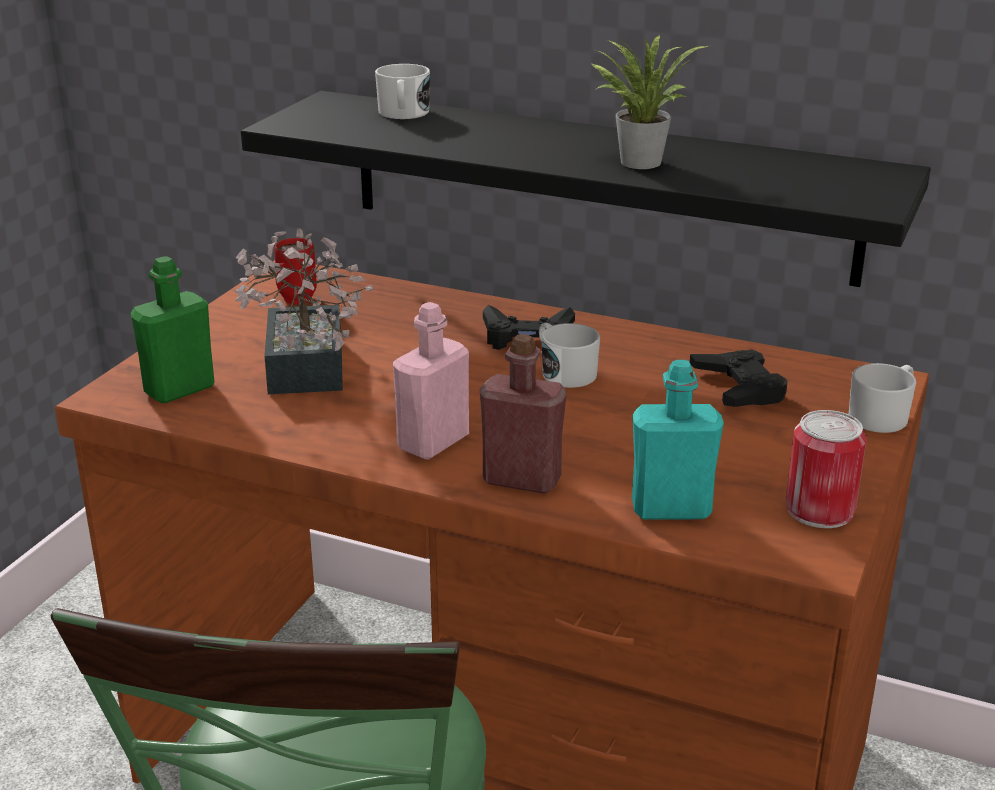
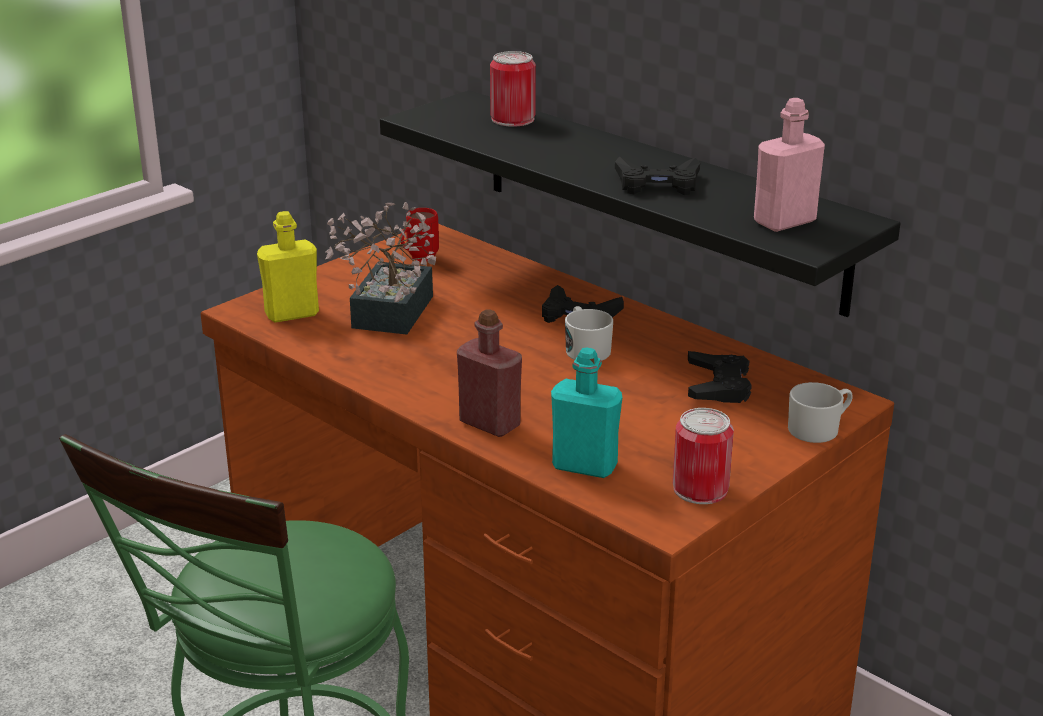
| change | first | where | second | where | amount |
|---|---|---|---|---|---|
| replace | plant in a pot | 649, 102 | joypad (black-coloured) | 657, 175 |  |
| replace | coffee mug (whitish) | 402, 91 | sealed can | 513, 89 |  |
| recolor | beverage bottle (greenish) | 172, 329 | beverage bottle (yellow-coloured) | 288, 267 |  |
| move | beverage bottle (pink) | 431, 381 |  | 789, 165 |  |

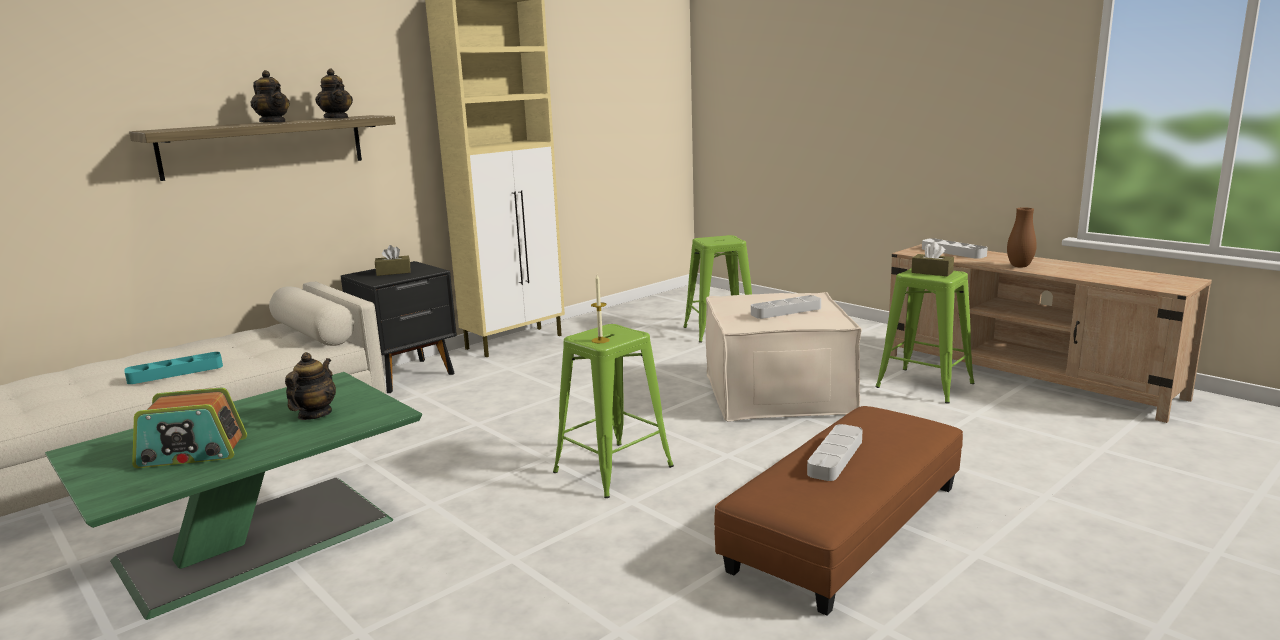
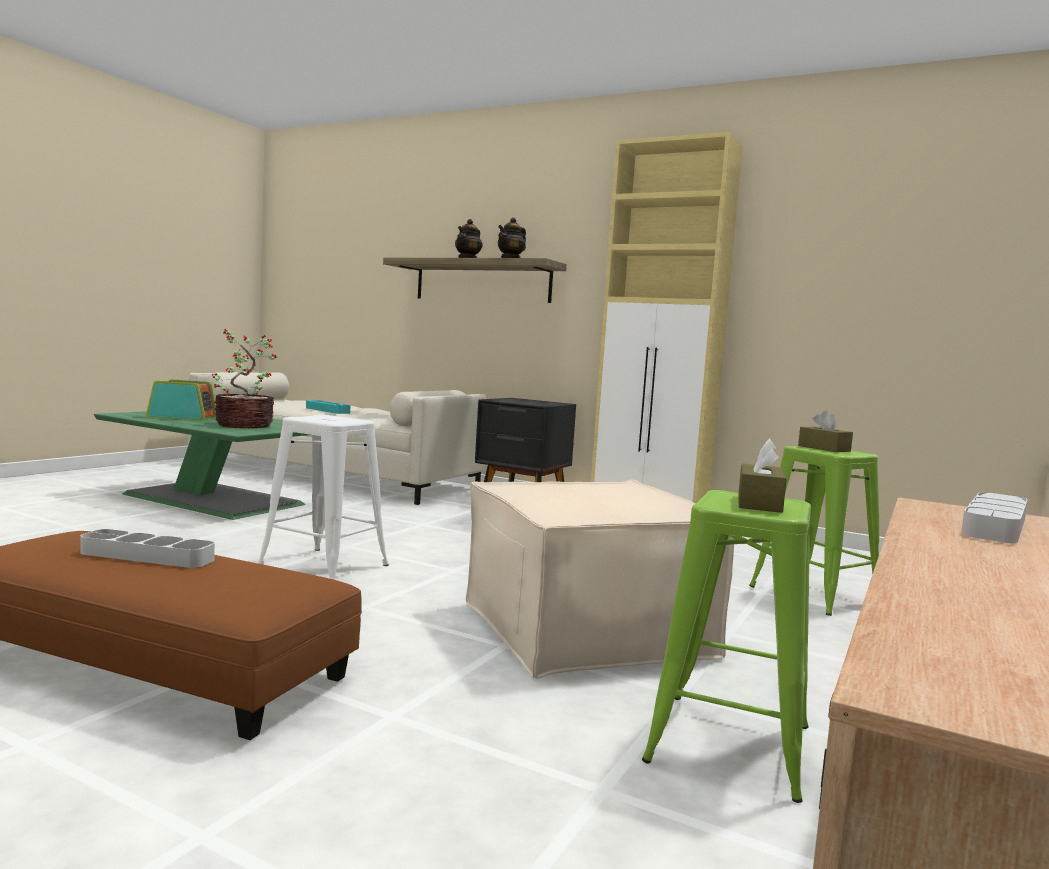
| change | first | where | second | where | amount |
|---|---|---|---|---|---|
| delete | flower vase (brown) | 1022, 237 |  |  |  |
| move | box of tissues (brown) | 393, 260 |  | 825, 431 |  |
| delete | wax candle | 600, 308 |  |  |  |
| delete | carrying tray (grey) | 786, 307 |  |  |  |
| recolor | stool (greenish) | 613, 411 | stool (whitish) | 323, 497 |  |
| replace | pot for tea | 310, 386 | plant in a pot | 244, 378 |  |
| rotate | radio set | 189, 427 |  | 181, 400 | 120 degrees clockwise |

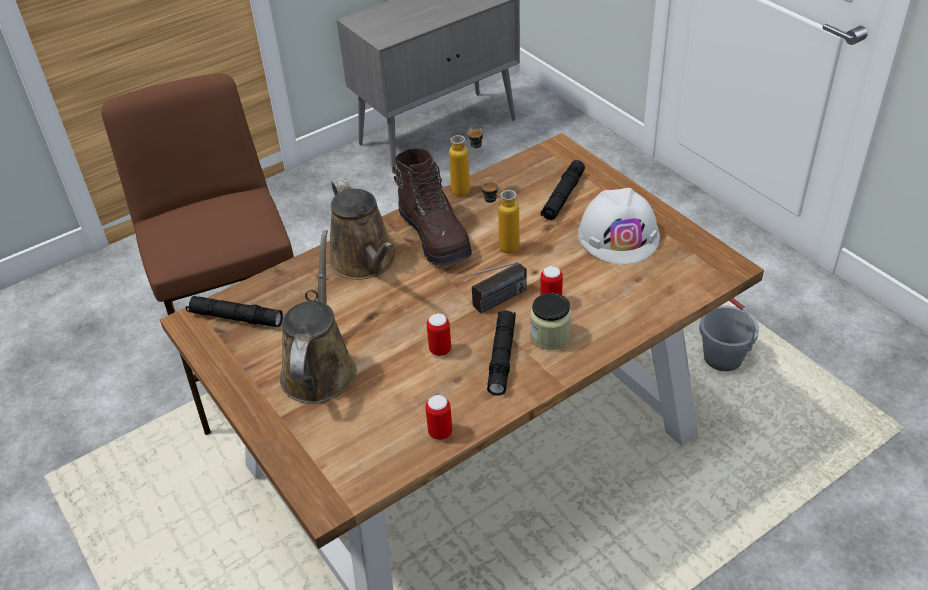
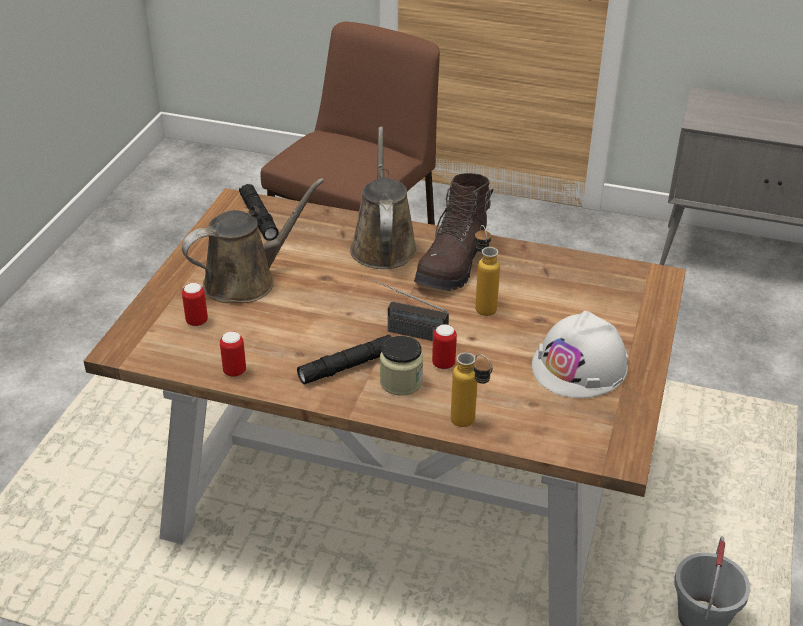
| change | first | where | second | where | amount |
|---|---|---|---|---|---|
| move | beverage bottle | 466, 160 |  | 472, 389 |  |
| delete | hand torch (black-coloured) | 562, 190 |  |  |  |
| rotate | watering pot (brown) | 362, 228 |  | 383, 198 | 150 degrees clockwise |
| move | sealed can | 439, 334 |  | 195, 304 |  |

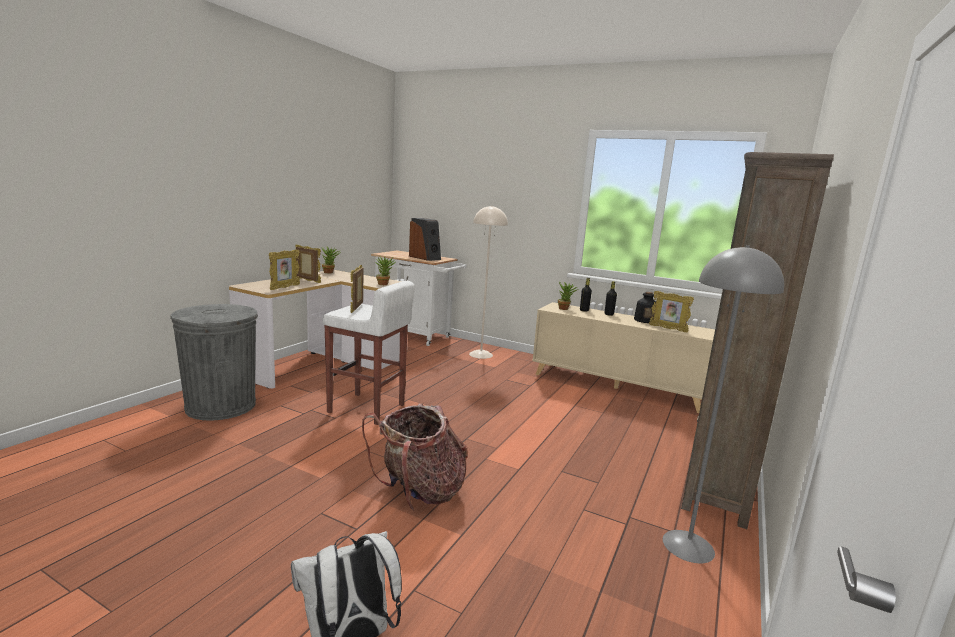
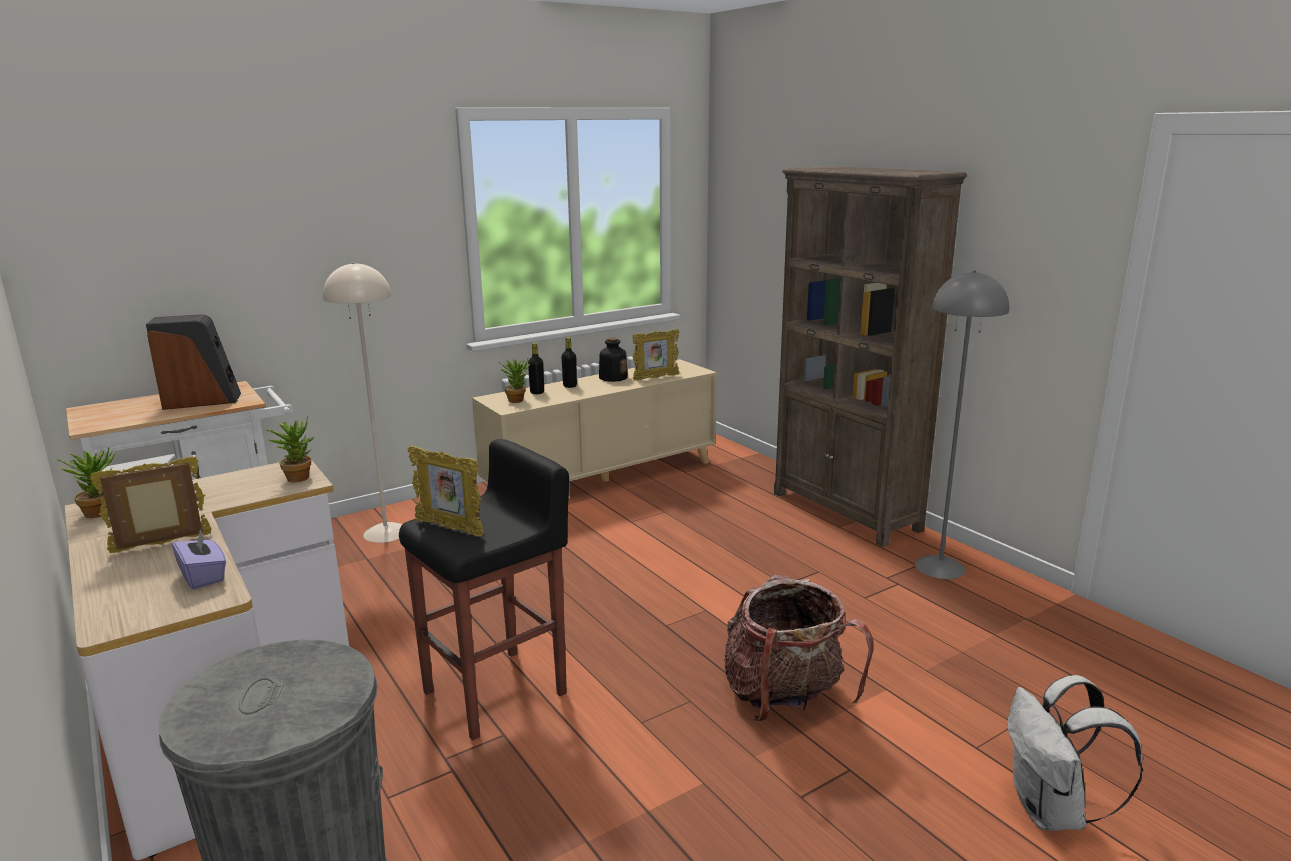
| change | first | where | second | where | amount |
|---|---|---|---|---|---|
| replace | standing frame | 284, 269 | box of tissues (purple) | 199, 559 |  |
| recolor | stool (whitish) | 368, 353 | stool (black-coloured) | 484, 590 |  |

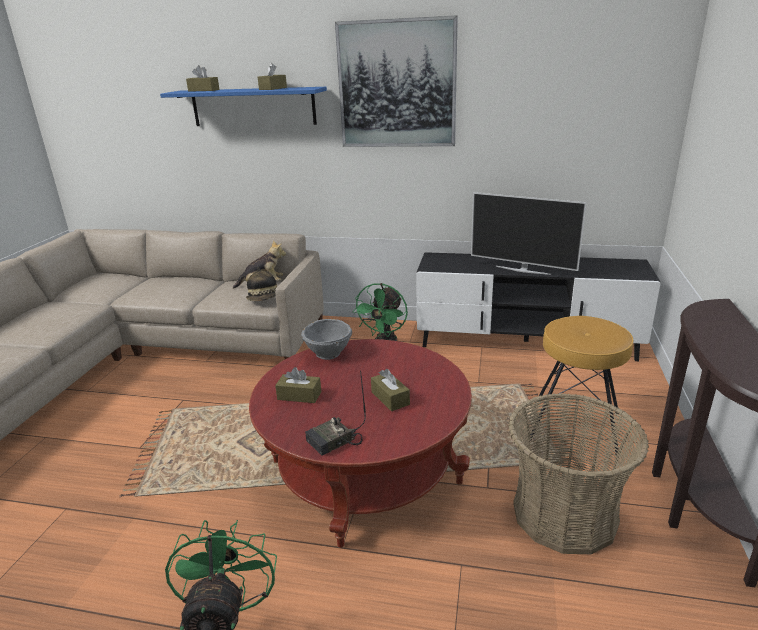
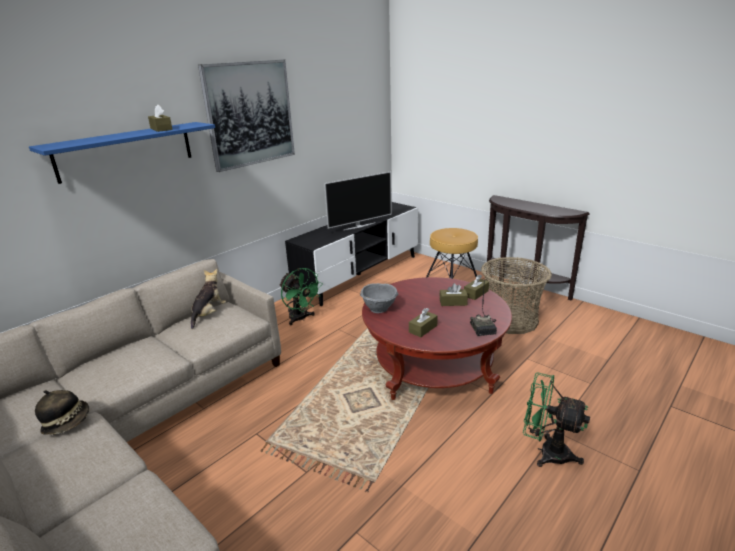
| change | first | where | second | where | amount |
|---|---|---|---|---|---|
| move | box of tissues (brown) | 203, 78 |  | 476, 287 |  |
| move | clothing hat | 261, 284 |  | 62, 412 |  |

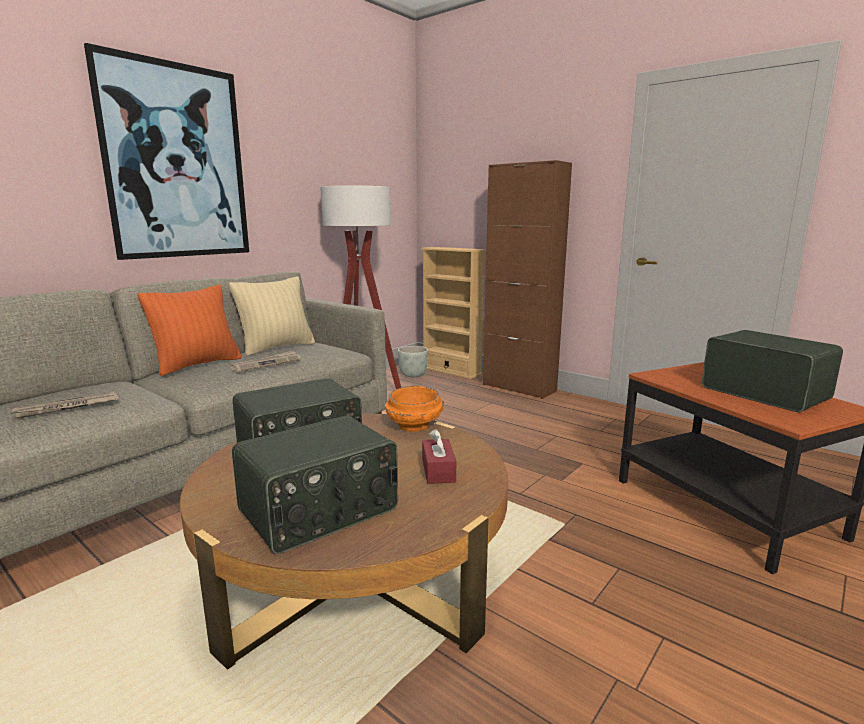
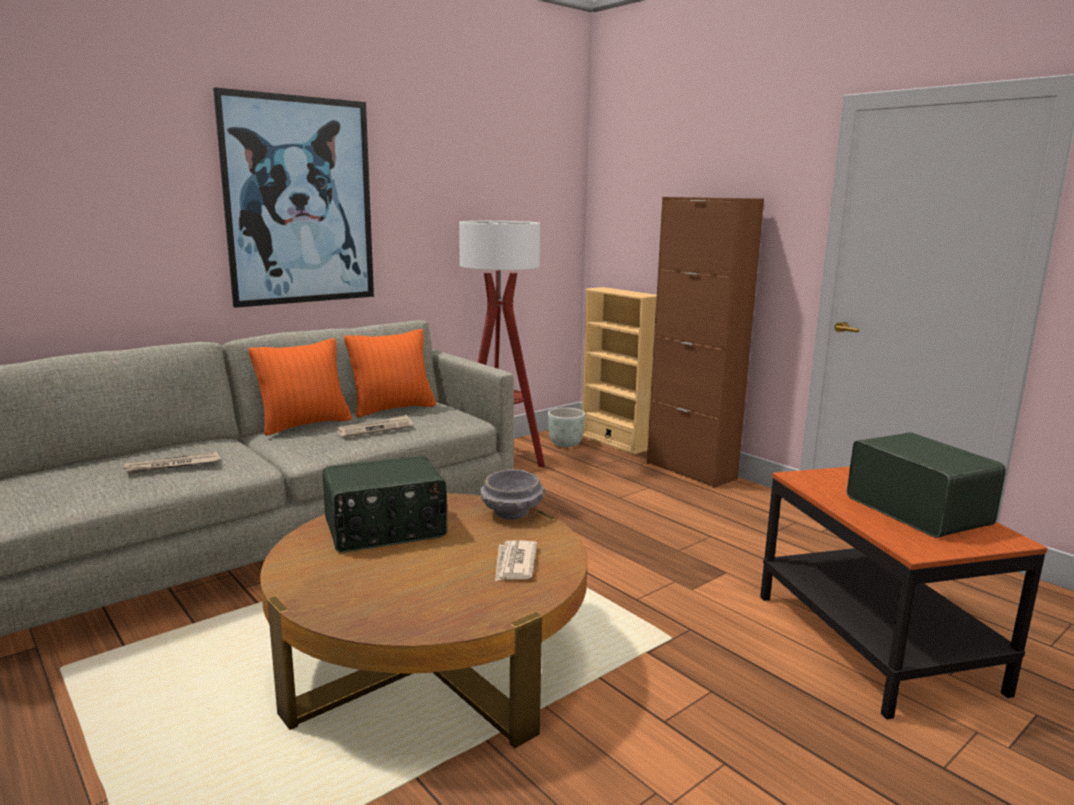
| change | first | where | second | where | amount |
|---|---|---|---|---|---|
| recolor | pillow (sand-coloured) | 272, 316 | pillow (orangey) | 390, 373 |  |
| recolor | bowl (orangey) | 414, 409 | bowl (grey) | 512, 494 |  |
| delete | radio set | 315, 484 |  |  |  |
| replace | box of tissues (reddish) | 439, 456 | printed paper | 516, 560 |  |

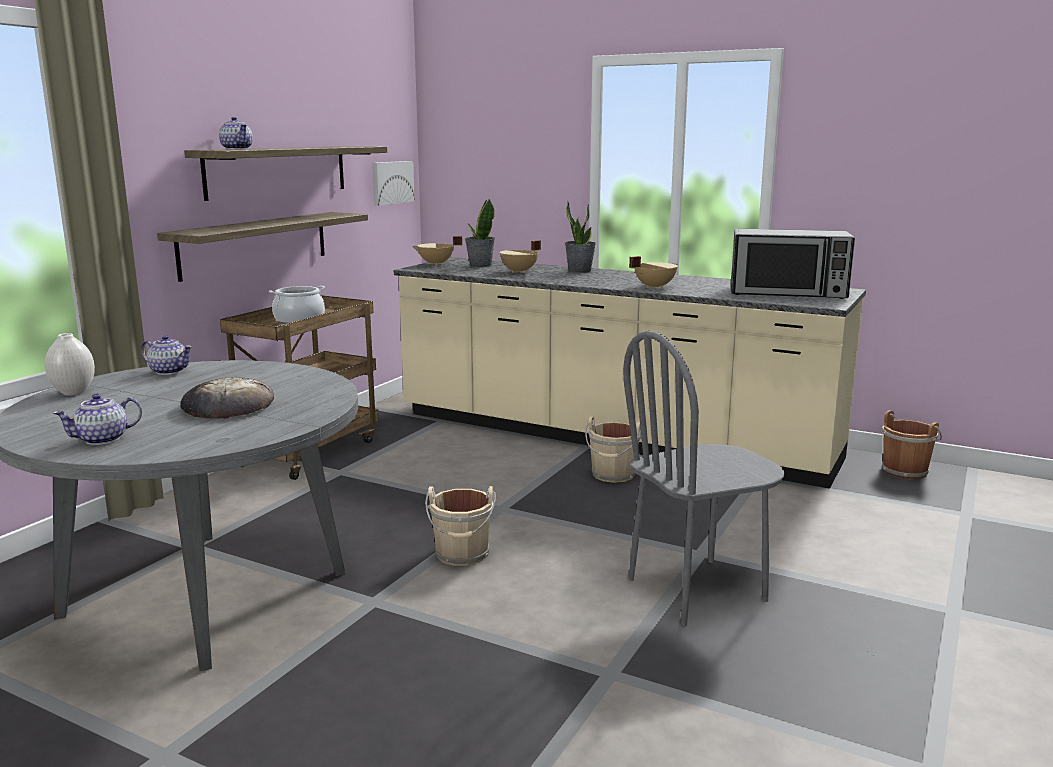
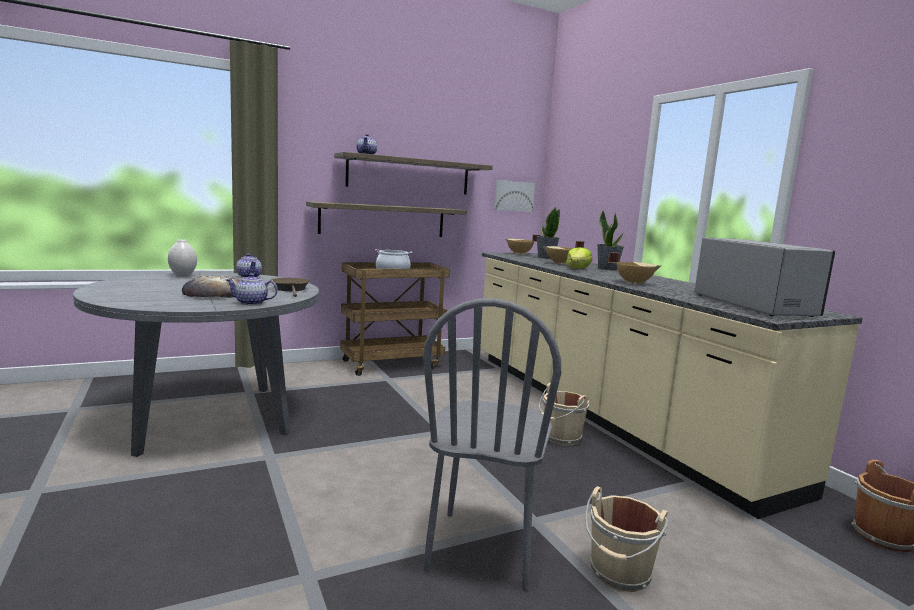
| change | first | where | second | where | amount |
|---|---|---|---|---|---|
| rotate | kitchen microwave | 793, 264 |  | 765, 277 | 150 degrees counterclockwise |
| rotate | upright chair (grey) | 704, 478 |  | 492, 444 | 90 degrees counterclockwise |
| move | pot for tea | 97, 419 |  | 252, 289 |  |
| move | water bucket (sand-coloured) | 460, 526 |  | 626, 539 |  |
| insert |  |  | lettuce | 579, 257 |  |
| insert |  |  | pan (brown) | 290, 287 |  |

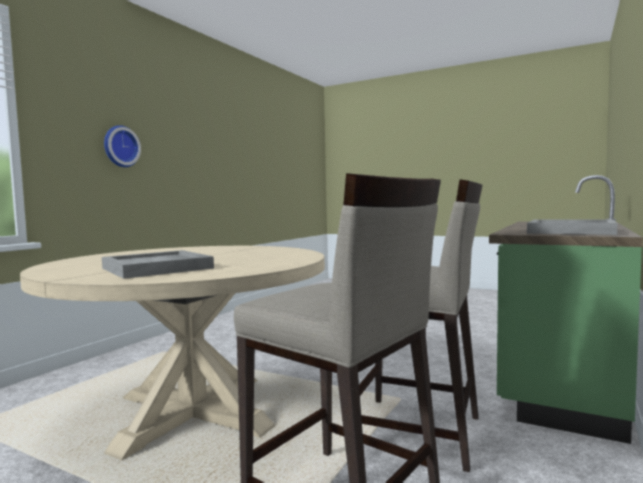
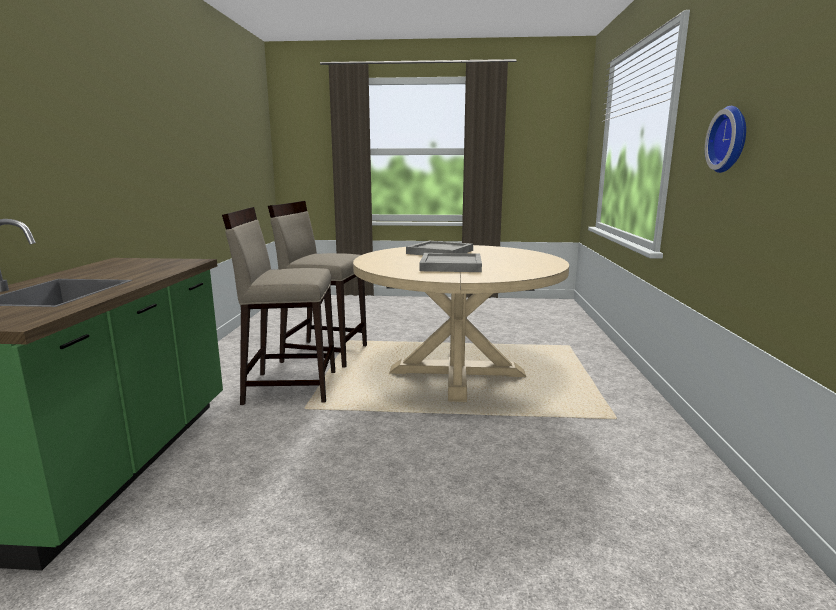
| change | first | where | second | where | amount |
|---|---|---|---|---|---|
| move | carrying tray (grey) | 572, 227 |  | 450, 262 |  |

